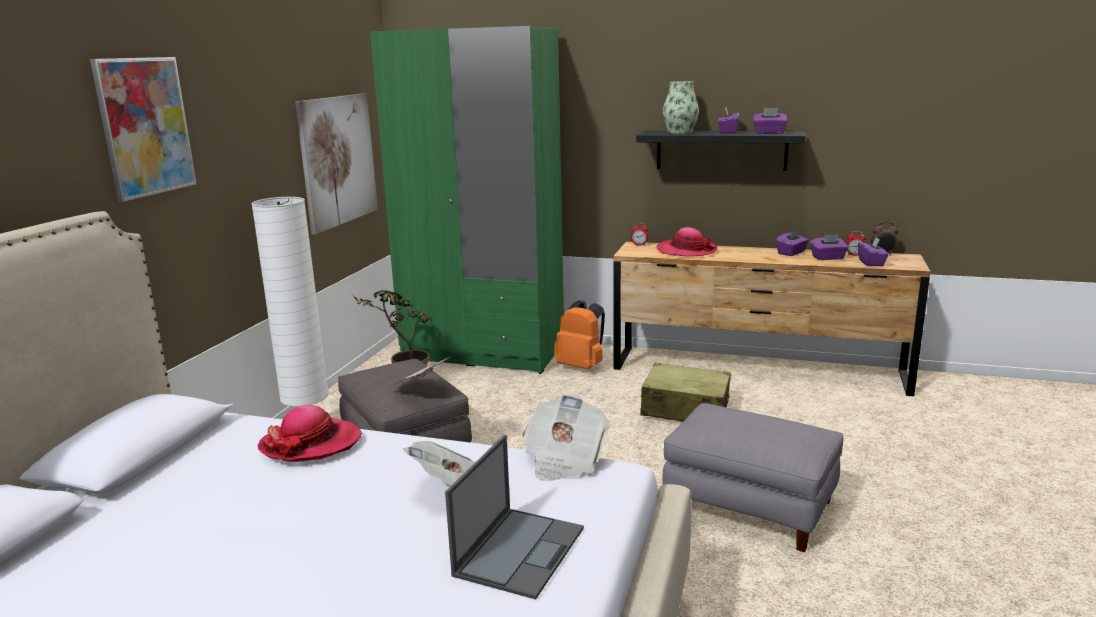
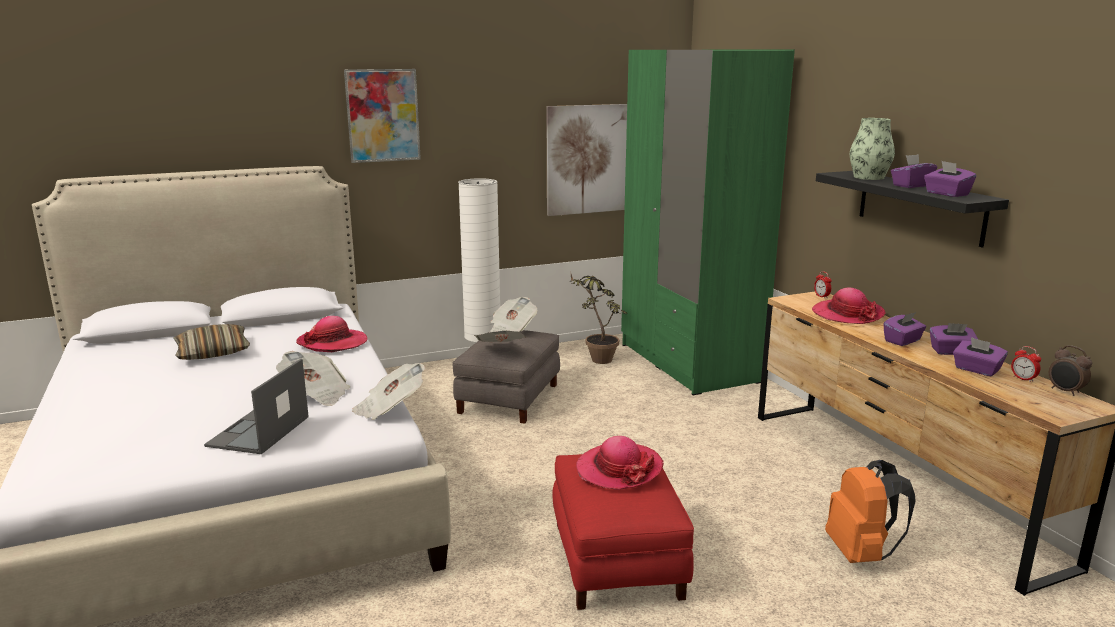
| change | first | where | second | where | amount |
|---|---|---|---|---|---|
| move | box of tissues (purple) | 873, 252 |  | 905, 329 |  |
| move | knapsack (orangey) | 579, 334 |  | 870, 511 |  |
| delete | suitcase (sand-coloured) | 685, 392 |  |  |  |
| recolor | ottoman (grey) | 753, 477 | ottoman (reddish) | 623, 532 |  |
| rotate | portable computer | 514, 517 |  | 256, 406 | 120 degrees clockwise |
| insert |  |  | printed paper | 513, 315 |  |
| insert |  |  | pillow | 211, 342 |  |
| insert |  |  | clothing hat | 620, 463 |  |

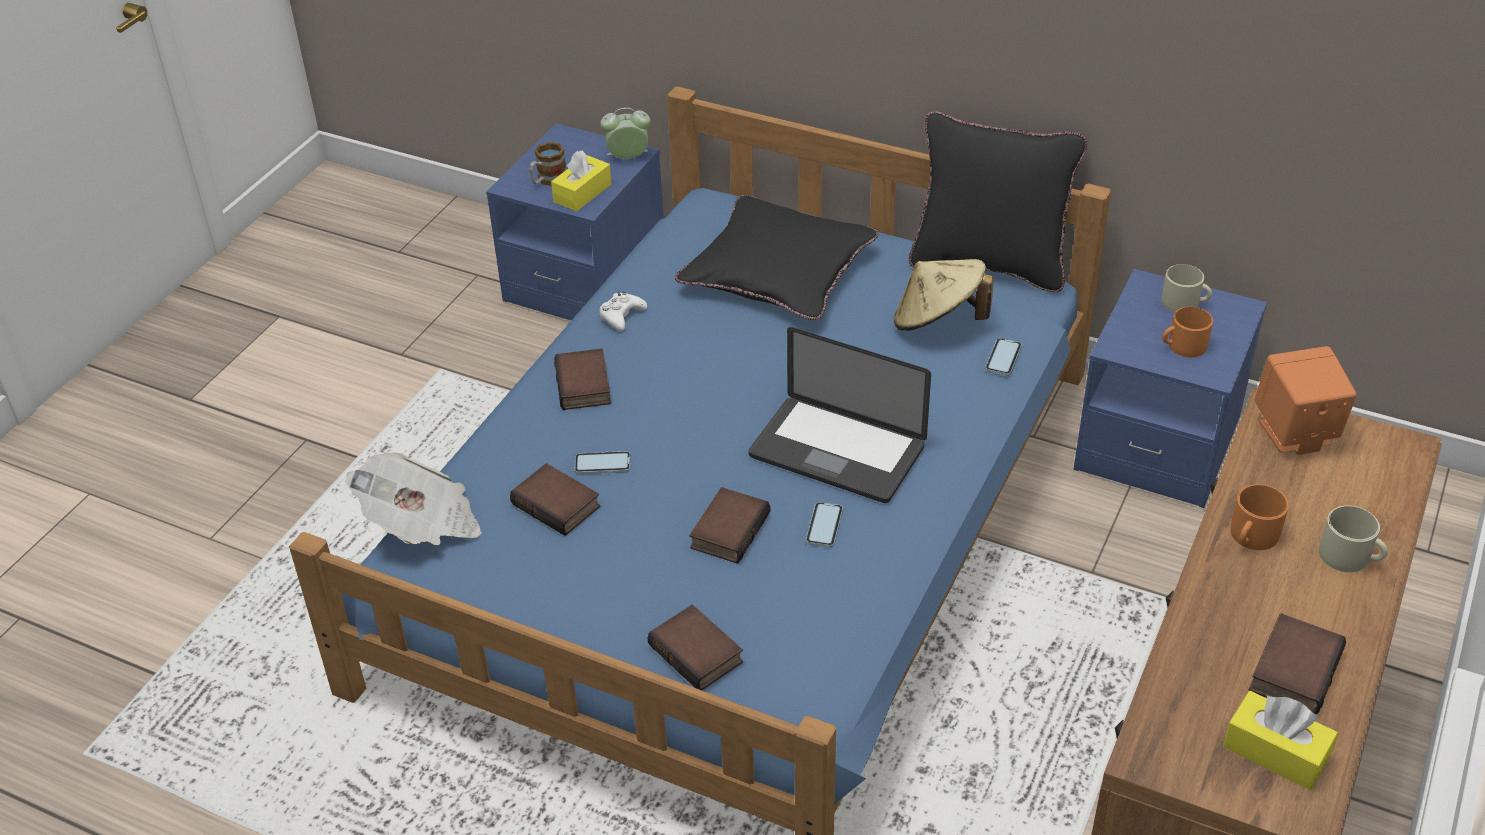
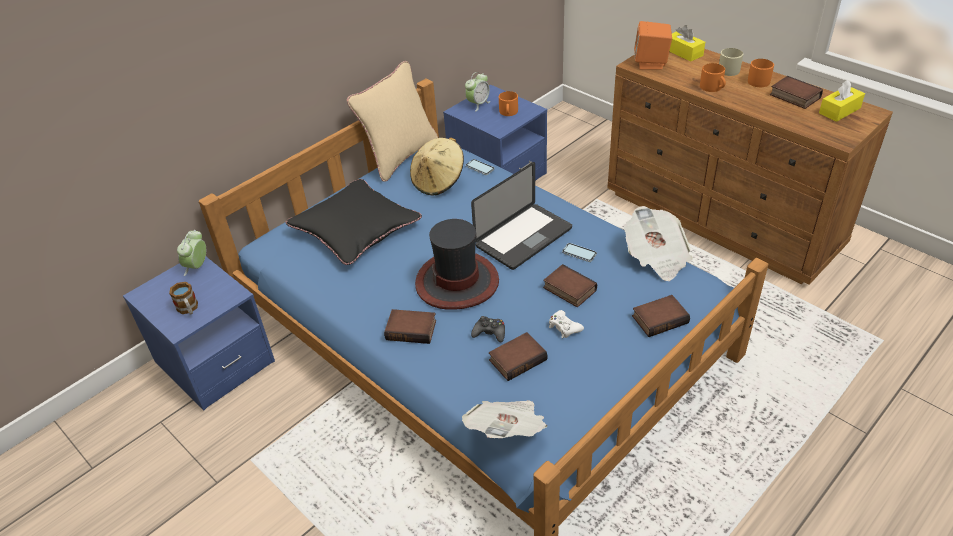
| change | first | where | second | where | amount |
|---|---|---|---|---|---|
| recolor | pillow (black-coloured) | 998, 202 | pillow (sand-coloured) | 392, 121 |  |
| move | box of tissues (yellow-coloured) | 581, 180 |  | 687, 43 |  |
| replace | coffee mug (sand-coloured) | 1186, 288 | alarm clock | 478, 91 |  |
| move | joypad (whitish) | 623, 311 |  | 566, 324 |  |
| replace | telephone | 603, 462 | joypad (black-coloured) | 488, 329 |  |
| insert |  |  | coffee mug (orangey) | 761, 73 |  |
| insert |  |  | printed paper | 658, 243 |  |
| insert |  |  | clothing hat | 457, 264 |  |

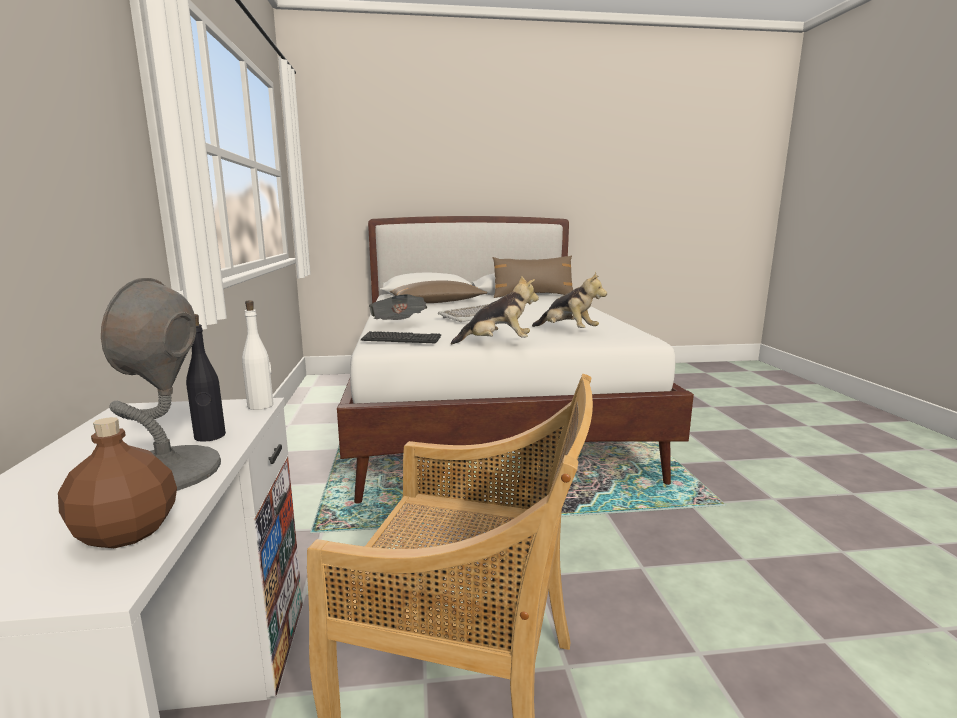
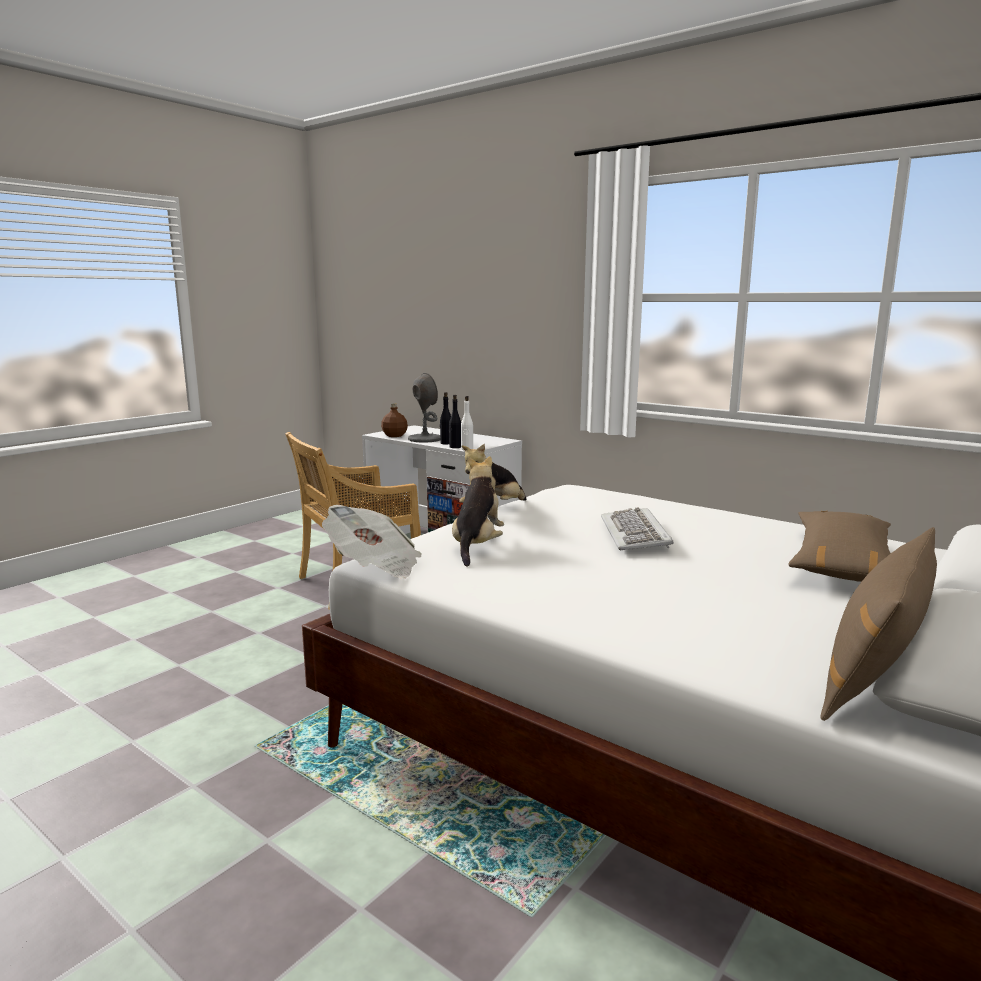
| change | first | where | second | where | amount |
|---|---|---|---|---|---|
| rotate | cuddly toy | 569, 300 |  | 478, 511 | 105 degrees clockwise |
| move | printed paper | 398, 307 |  | 372, 541 |  |
| delete | keyboard | 401, 337 |  |  |  |
| insert |  |  | beverage bottle (black-coloured) | 455, 421 |  |

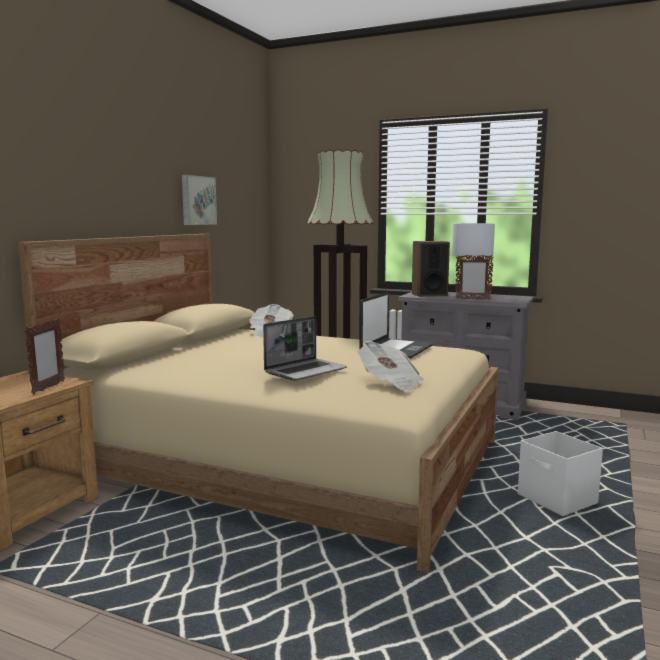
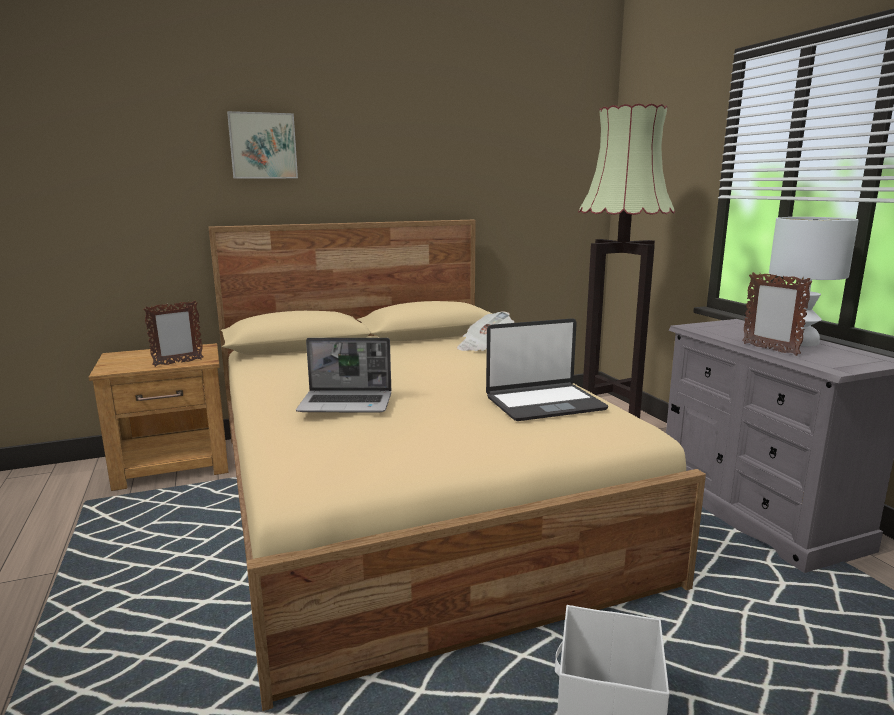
| change | first | where | second | where | amount |
|---|---|---|---|---|---|
| move | wall picture | 199, 200 |  | 262, 145 |  |
| delete | speaker | 431, 268 |  |  |  |
| delete | printed paper | 390, 366 |  |  |  |

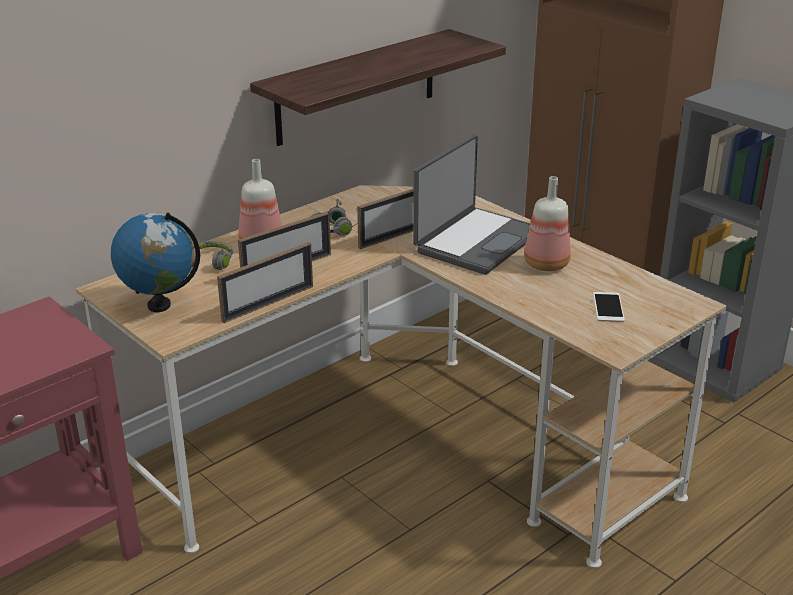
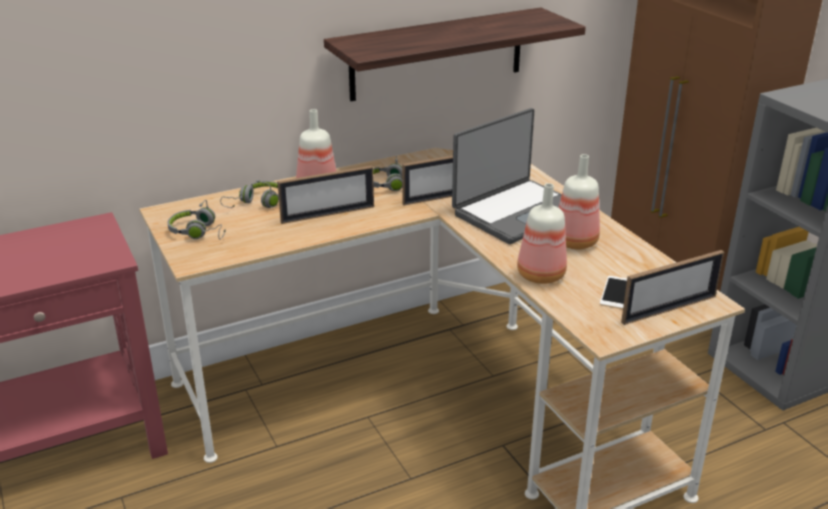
| change | first | where | second | where | amount |
|---|---|---|---|---|---|
| replace | desk globe | 155, 262 | pair of headphones (grey) | 196, 220 |  |
| move | standing frame | 265, 282 |  | 672, 287 |  |
| insert |  |  | beverage bottle | 542, 233 |  |

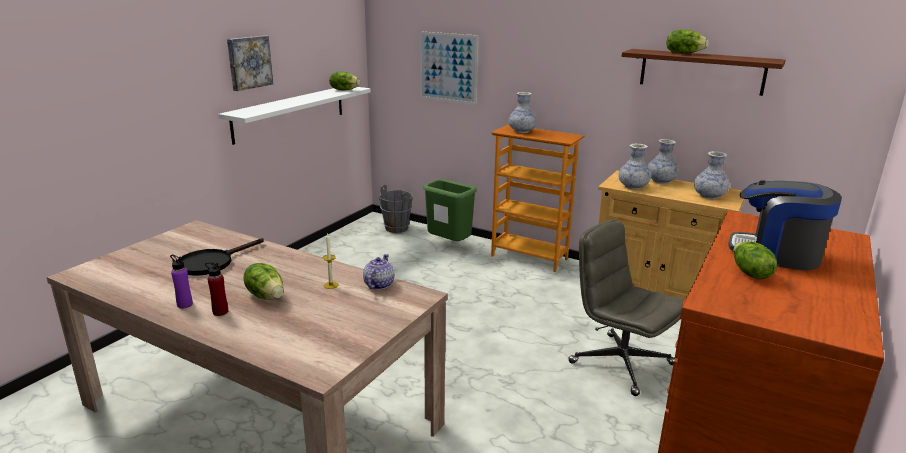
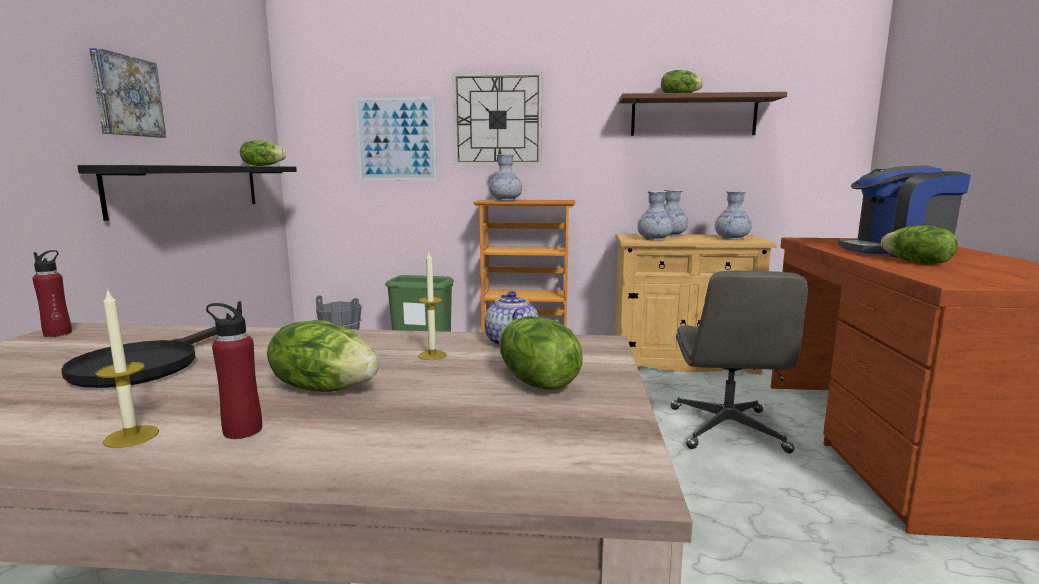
| change | first | where | second | where | amount |
|---|---|---|---|---|---|
| recolor | shelf (whitish) | 294, 116 | shelf (black-coloured) | 187, 193 |  |
| rotate | computer chair (grey) | 626, 308 |  | 739, 362 | 105 degrees counterclockwise |
| replace | beverage bottle (purple) | 181, 281 | wax candle | 127, 368 |  |
| insert |  |  | wall clock | 497, 118 |  |
| insert |  |  | beverage bottle (reddish) | 52, 293 |  |
| insert |  |  | lettuce | 541, 353 |  |

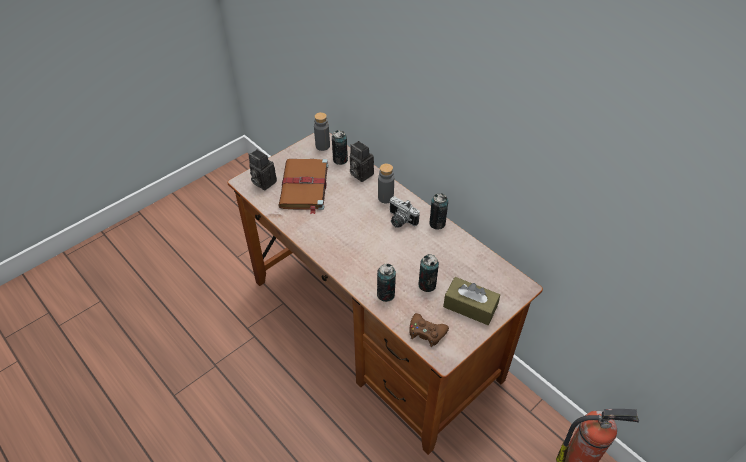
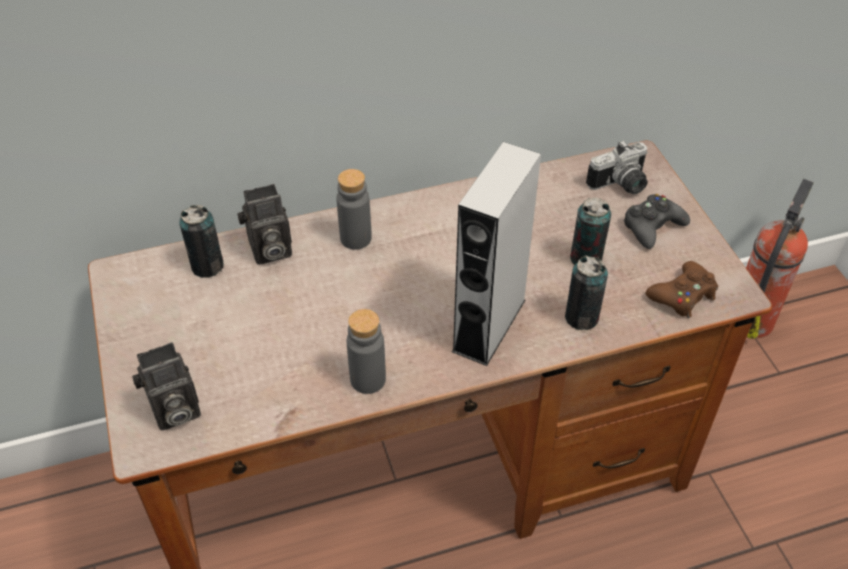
| change | first | where | second | where | amount |
|---|---|---|---|---|---|
| move | beverage bottle (grey) | 322, 131 |  | 366, 351 |  |
| delete | volume (brown) | 303, 186 |  |  |  |
| delete | sealed can | 438, 212 |  |  |  |
| move | still camera | 404, 212 |  | 617, 167 |  |
| replace | box of tissues (brown) | 471, 301 | joypad (black-coloured) | 656, 221 |  |
| insert |  |  | speaker (grey) | 496, 254 |  |

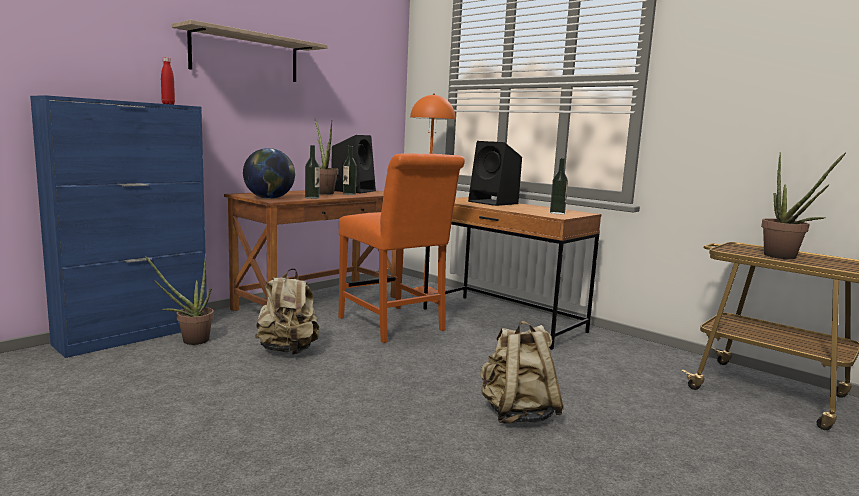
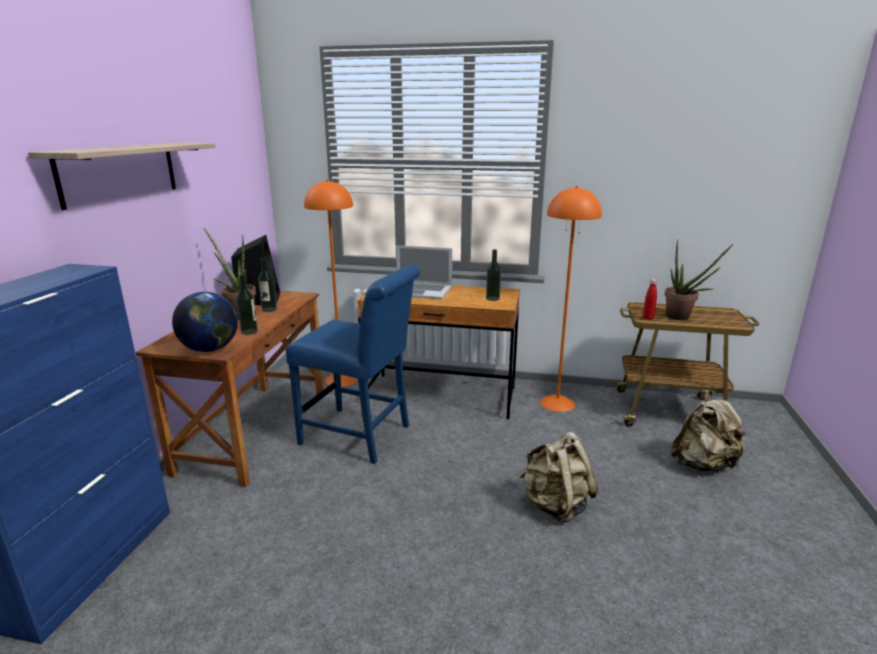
| change | first | where | second | where | amount |
|---|---|---|---|---|---|
| move | beverage bottle (reddish) | 168, 81 |  | 650, 299 |  |
| replace | speaker (black-coloured) | 495, 173 | portable computer | 424, 272 |  |
| recolor | upright chair (orangey) | 401, 248 | upright chair (bluish) | 353, 364 |  |
| delete | plant in a pot | 179, 299 |  |  |  |
| move | knapsack (sand-coloured) | 287, 311 |  | 709, 431 |  |
| insert |  |  | standard lamp (orangey) | 571, 299 |  |

